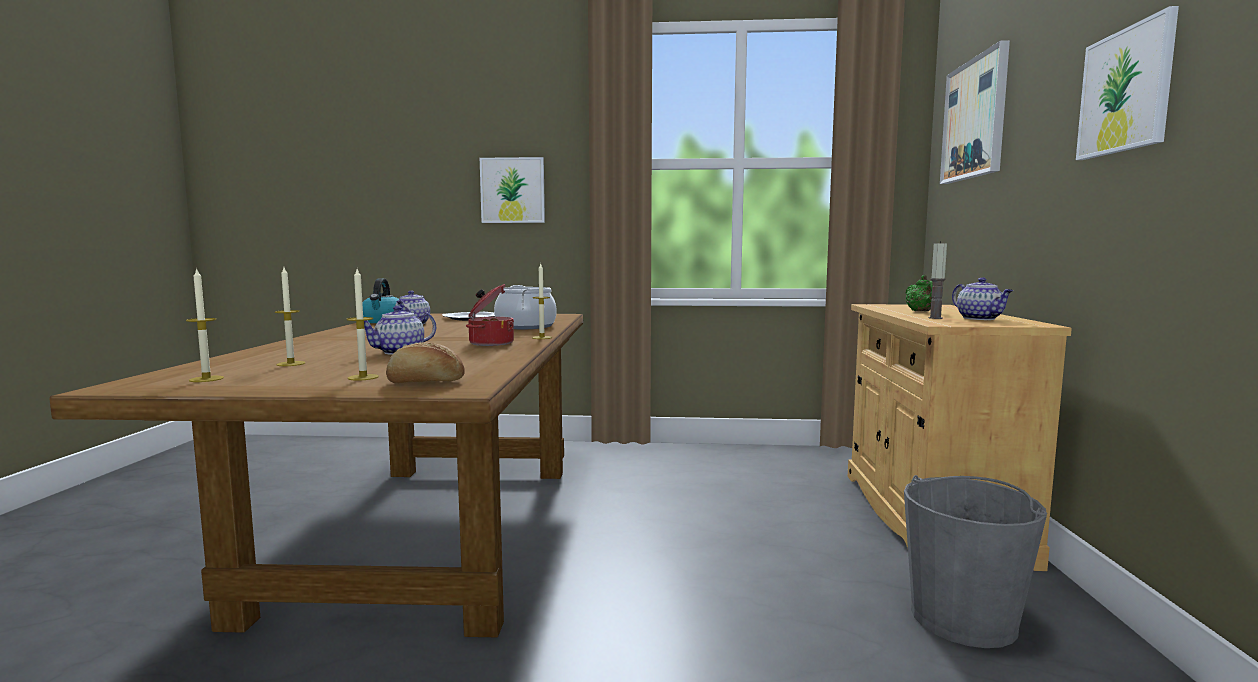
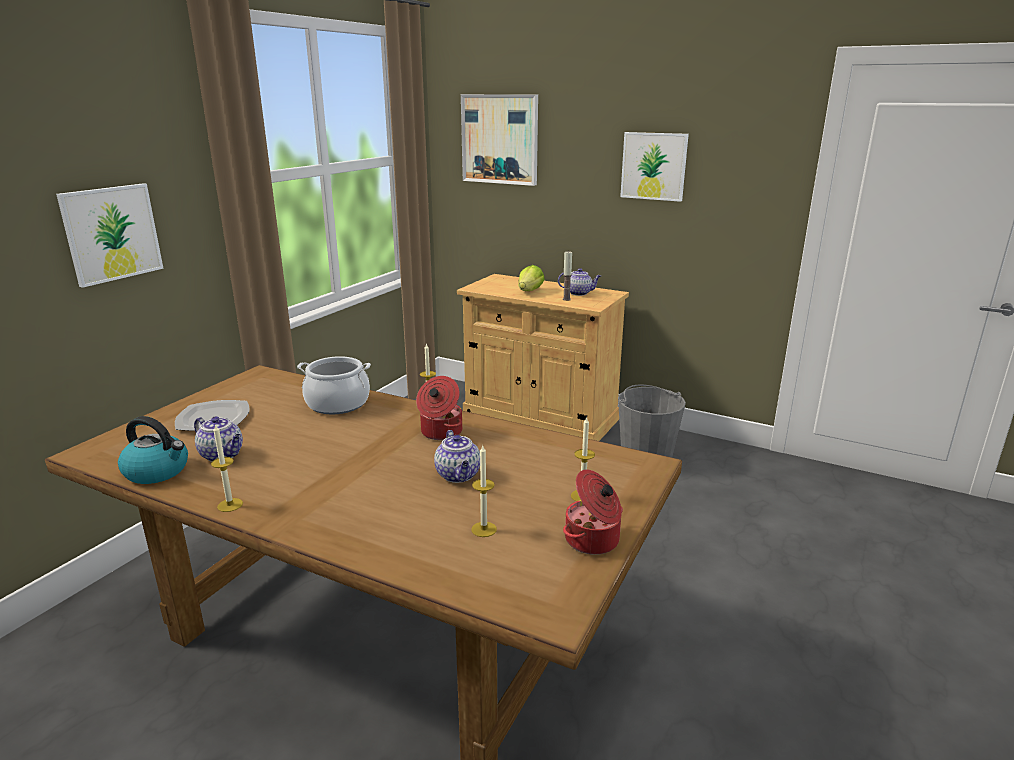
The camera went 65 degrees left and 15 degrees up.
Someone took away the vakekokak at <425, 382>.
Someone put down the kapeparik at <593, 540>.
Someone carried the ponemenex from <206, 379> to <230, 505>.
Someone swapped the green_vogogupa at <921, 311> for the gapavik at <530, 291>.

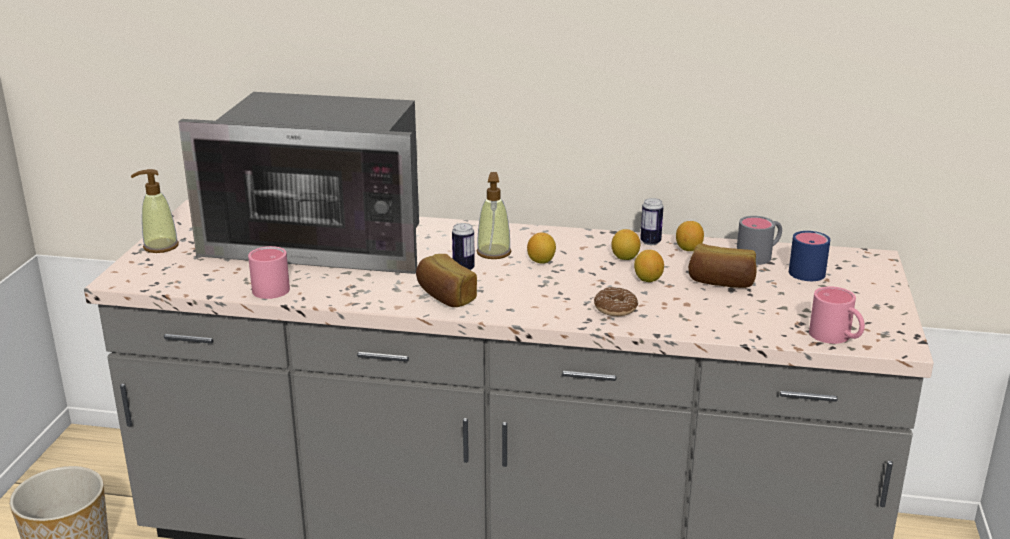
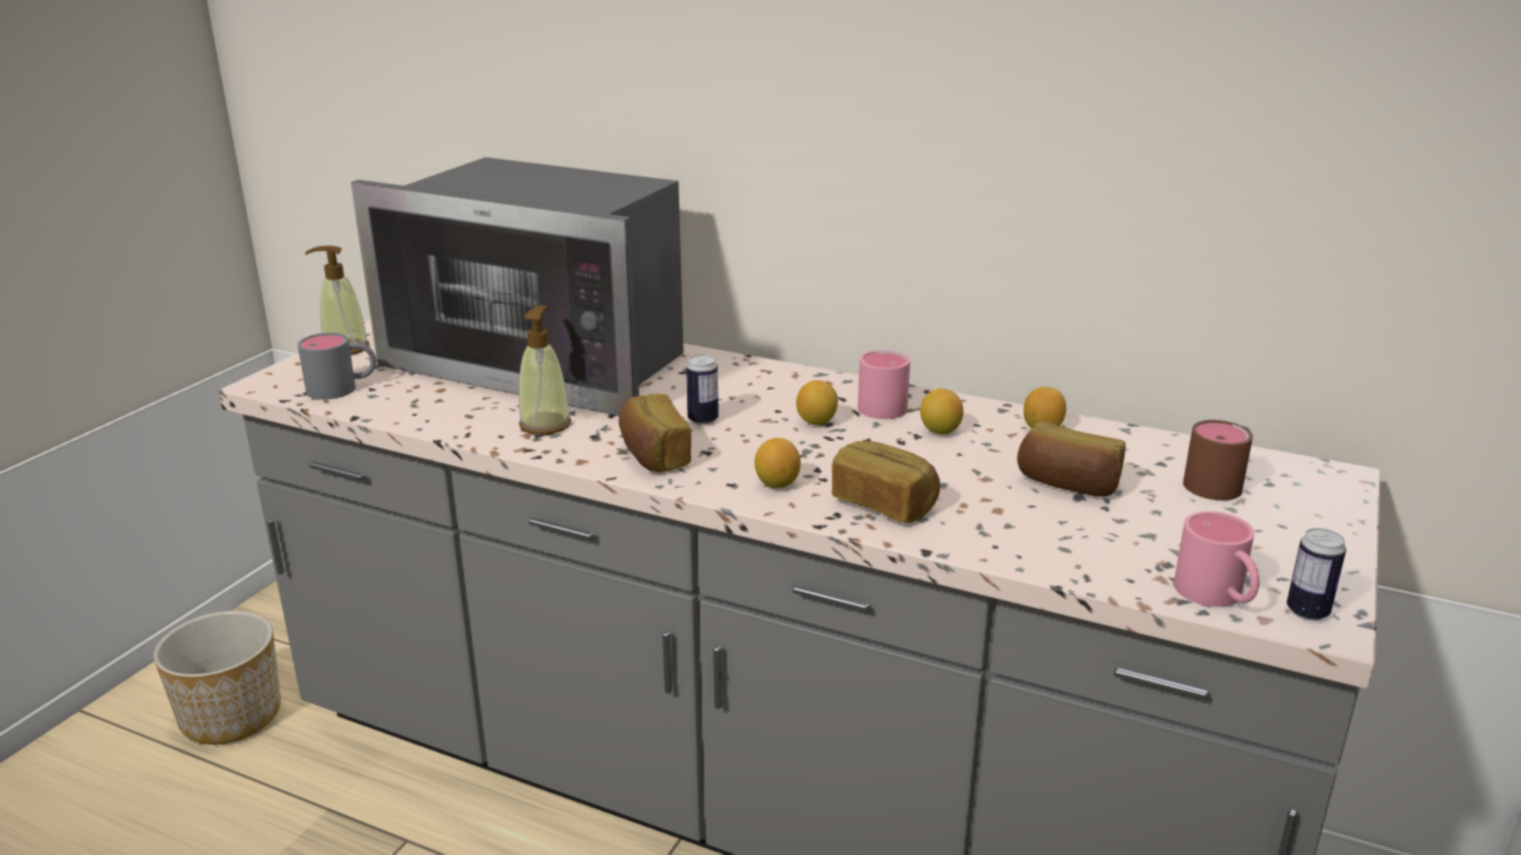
The camera went 15 degrees right and 0 degrees up.
Someone carried the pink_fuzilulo from <268, 286> to <879, 403>.
Someone carried the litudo from <493, 252> to <545, 424>.
Someone carried the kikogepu from <647, 279> to <777, 483>.
Someone carried the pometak from <650, 242> to <1307, 612>.
Someone carried the grey_fuzilulo from <760, 255> to <343, 388>.
Someone swapped the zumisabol at <615, 308> for the vakekokak at <884, 503>.
Someone repainted the blue_fuzilulo at <810, 270>, which became the brown_fuzilulo at <1220, 482>.

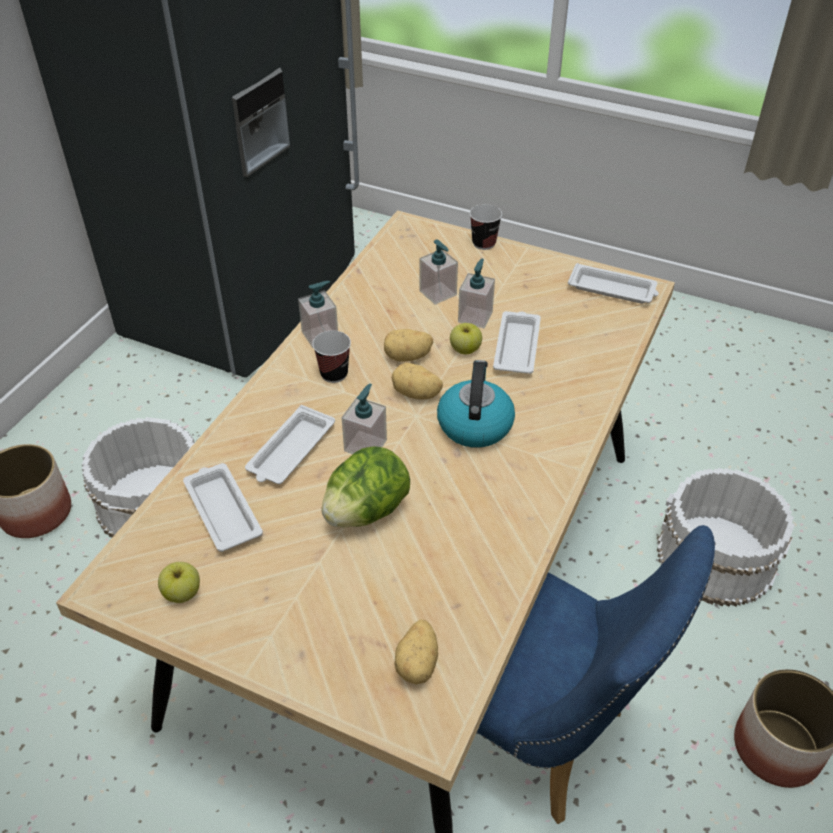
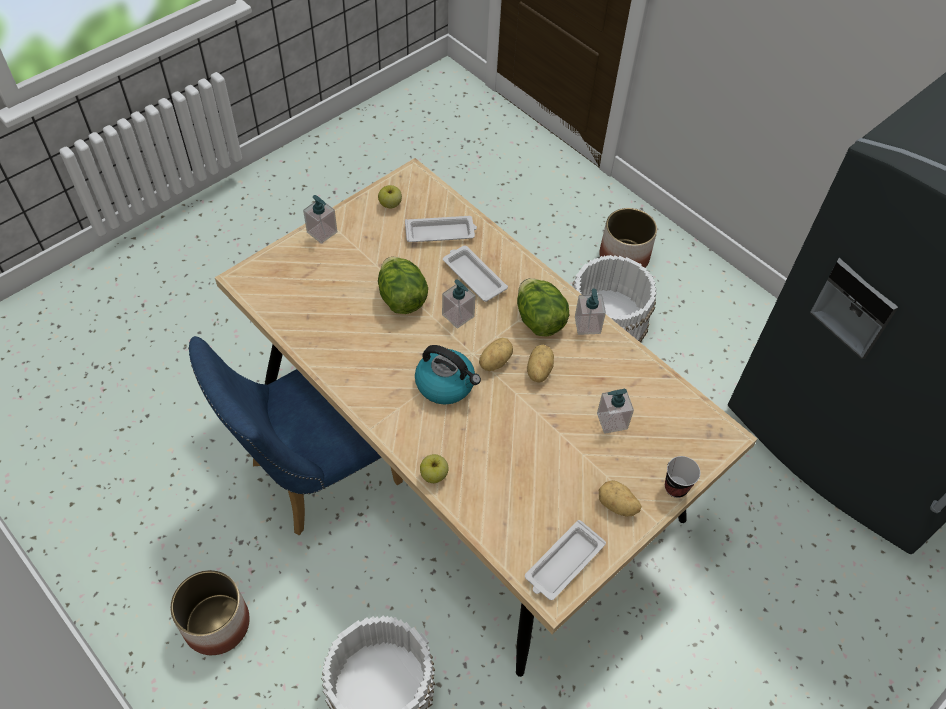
The camera went 110 degrees right and 10 degrees up.
Someone took away the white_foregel at <517, 346>.
Someone carried the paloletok from <418, 663> to <616, 506>.
Someone carried the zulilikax from <465, 349> to <434, 475>.
Someone carried the litudo from <475, 317> to <322, 232>.
Someone swapped the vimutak at <334, 374> for the gapavik at <539, 320>.

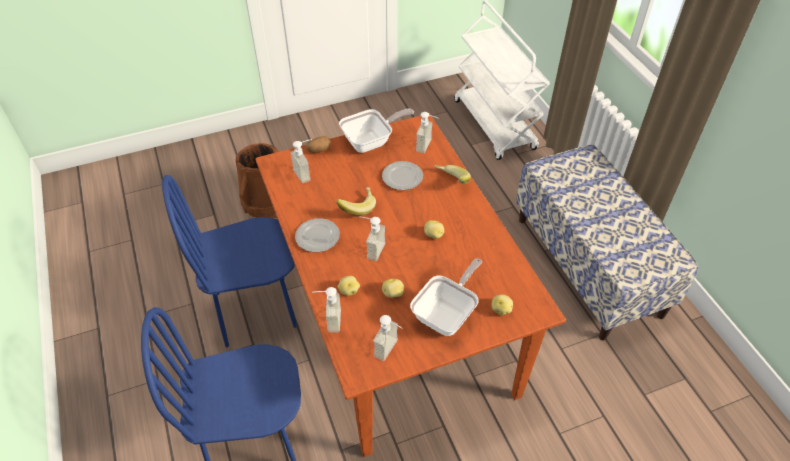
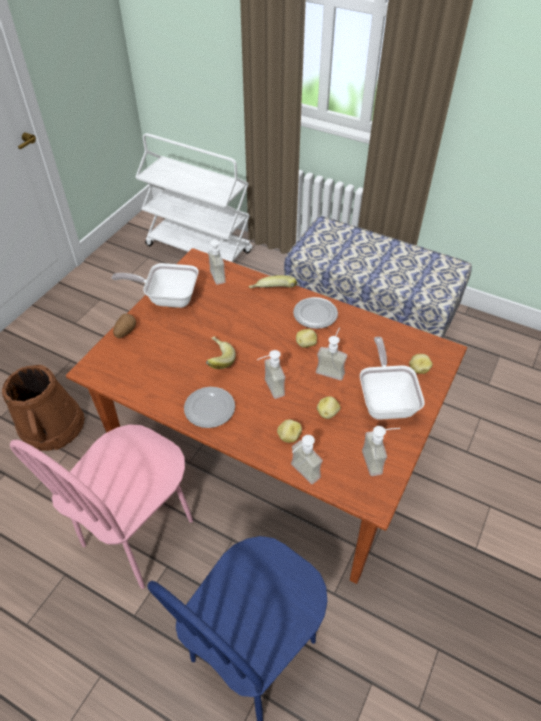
The camera went 40 degrees left and 0 degrees up.
Someone carried the litudo from <306, 173> to <331, 369>.
Someone carried the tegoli from <402, 177> to <314, 314>.
Someone repainted the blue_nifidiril at <255, 310>, which became the pink_nifidiril at <139, 533>.
Someone rotated the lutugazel at <371, 141> by 105 degrees counterclockwise.

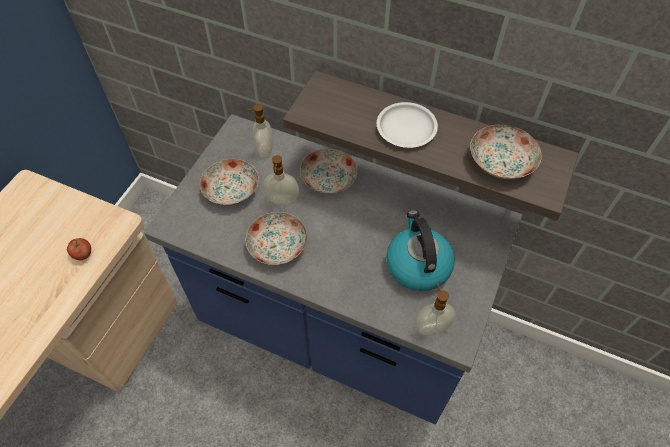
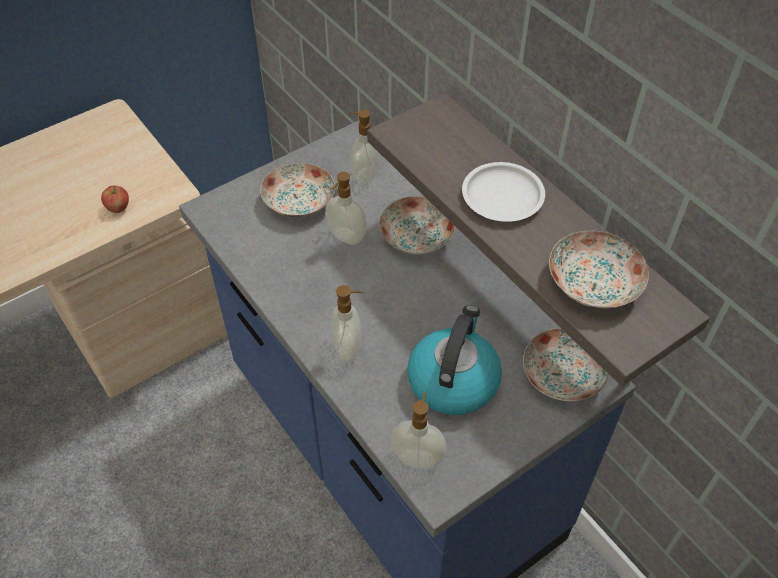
The camera went 30 degrees right and 5 degrees down.
Someone put down the litudo at <348, 348>.
Someone carried the tegoli from <278, 246> to <563, 376>.

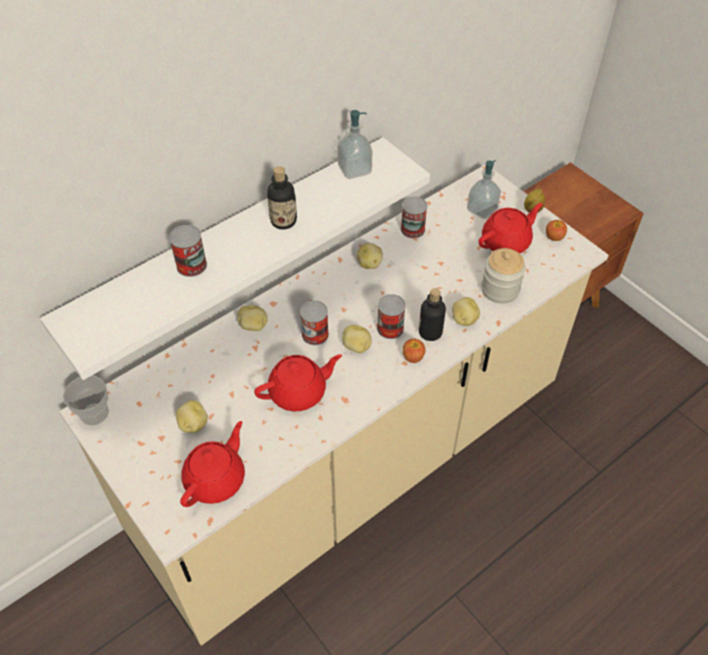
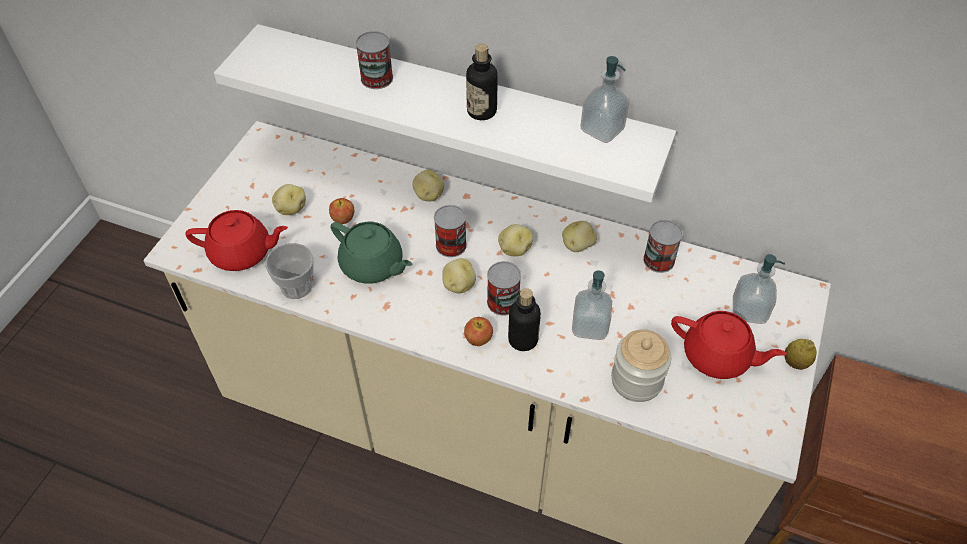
The camera went 60 degrees right and 0 degrees up.
Someone put down the litudo at <590, 326>.
Someone carried the vimutak from <94, 413> to <296, 286>.
Someone carried the paloletok from <463, 319> to <514, 249>.
Someone carried the zulilikax from <554, 237> to <343, 219>.
Someone repainted the red_vogogupa at <299, 392>, which became the green_vogogupa at <372, 266>.

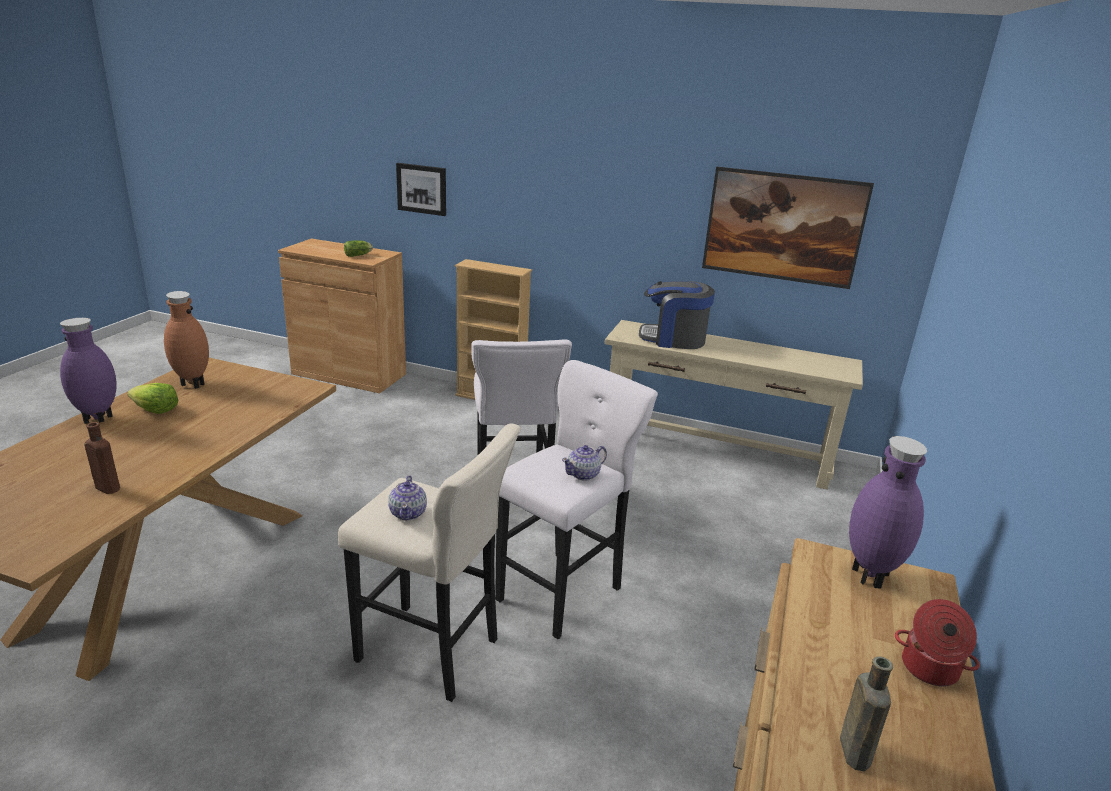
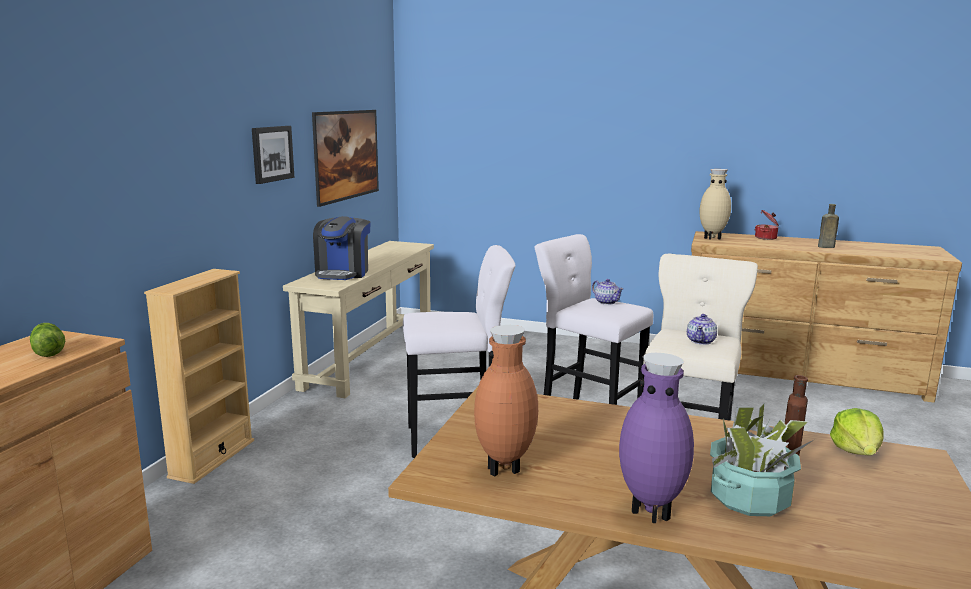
The camera went 90 degrees left and 10 degrees down.
Someone put down the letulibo at <749, 498>.
Someone carried the gapavik from <155, 410> to <857, 451>.
Someone carried the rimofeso from <422, 189> to <272, 153>.
Someone repainted the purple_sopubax at <871, 576>, which became the beige_sopubax at <712, 238>.
Someone rotated the vogogupa at <408, 513> by 120 degrees clockwise.

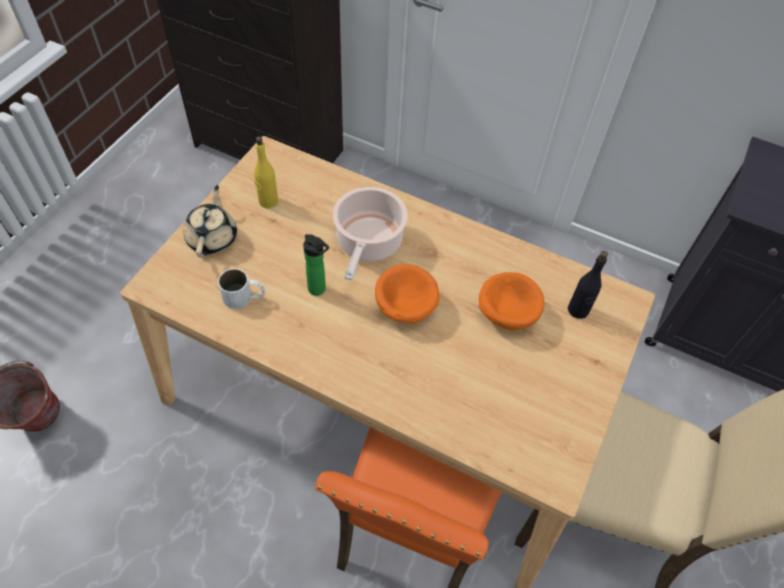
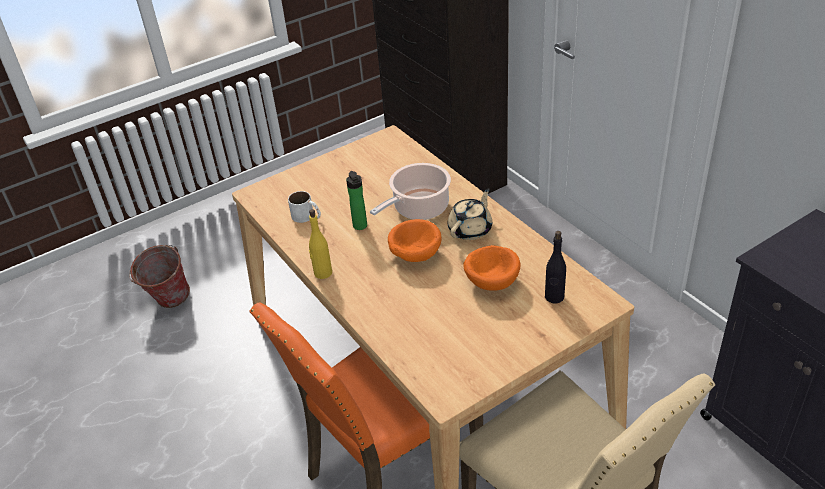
The camera went 35 degrees right and 15 degrees down.
Someone carried the beige_vogogupa from <213, 238> to <471, 229>.
Someone carried the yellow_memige from <268, 201> to <322, 273>.

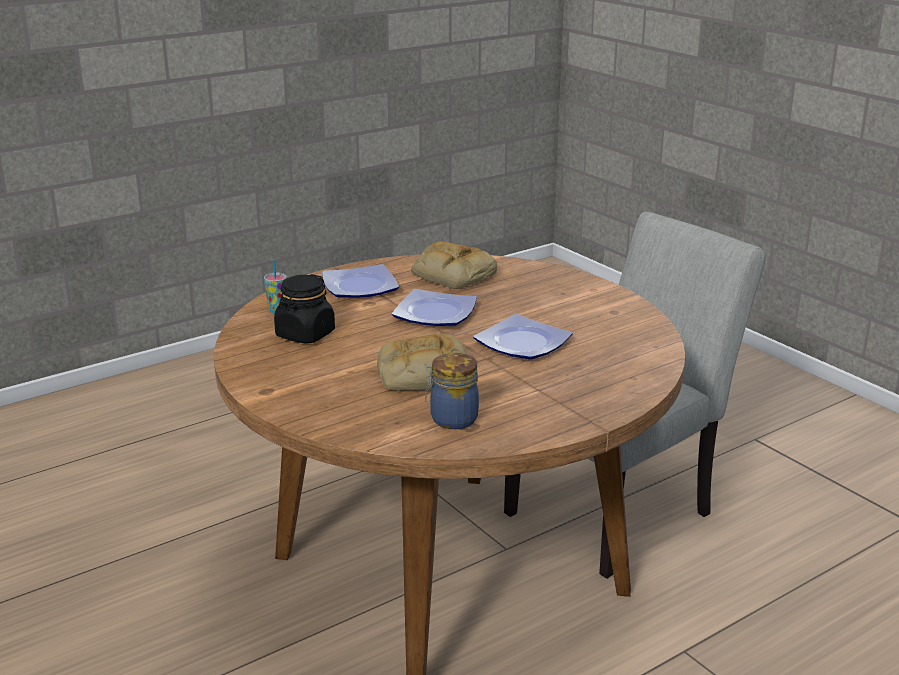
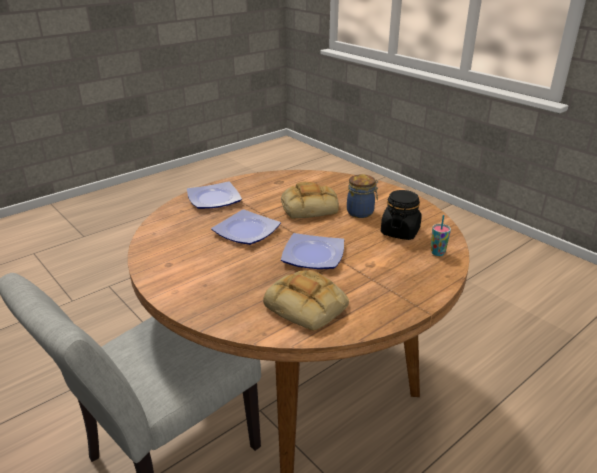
The camera went 175 degrees right and 5 degrees up.
Someone carried the tegoli from <361, 287> to <213, 199>.
Someone carried the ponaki from <451, 419> to <361, 212>.

